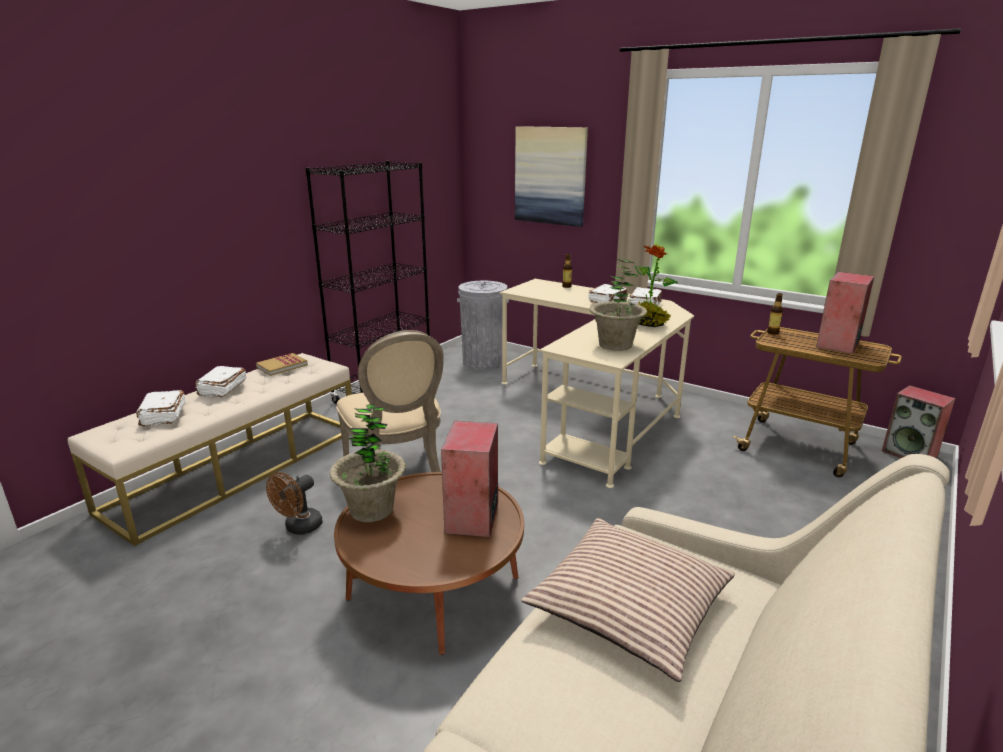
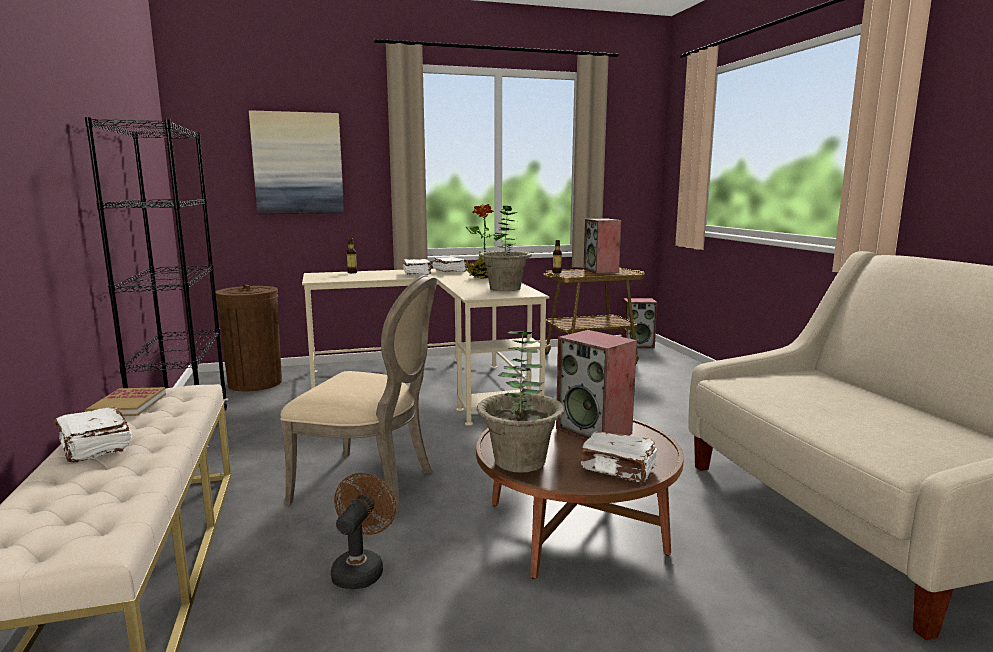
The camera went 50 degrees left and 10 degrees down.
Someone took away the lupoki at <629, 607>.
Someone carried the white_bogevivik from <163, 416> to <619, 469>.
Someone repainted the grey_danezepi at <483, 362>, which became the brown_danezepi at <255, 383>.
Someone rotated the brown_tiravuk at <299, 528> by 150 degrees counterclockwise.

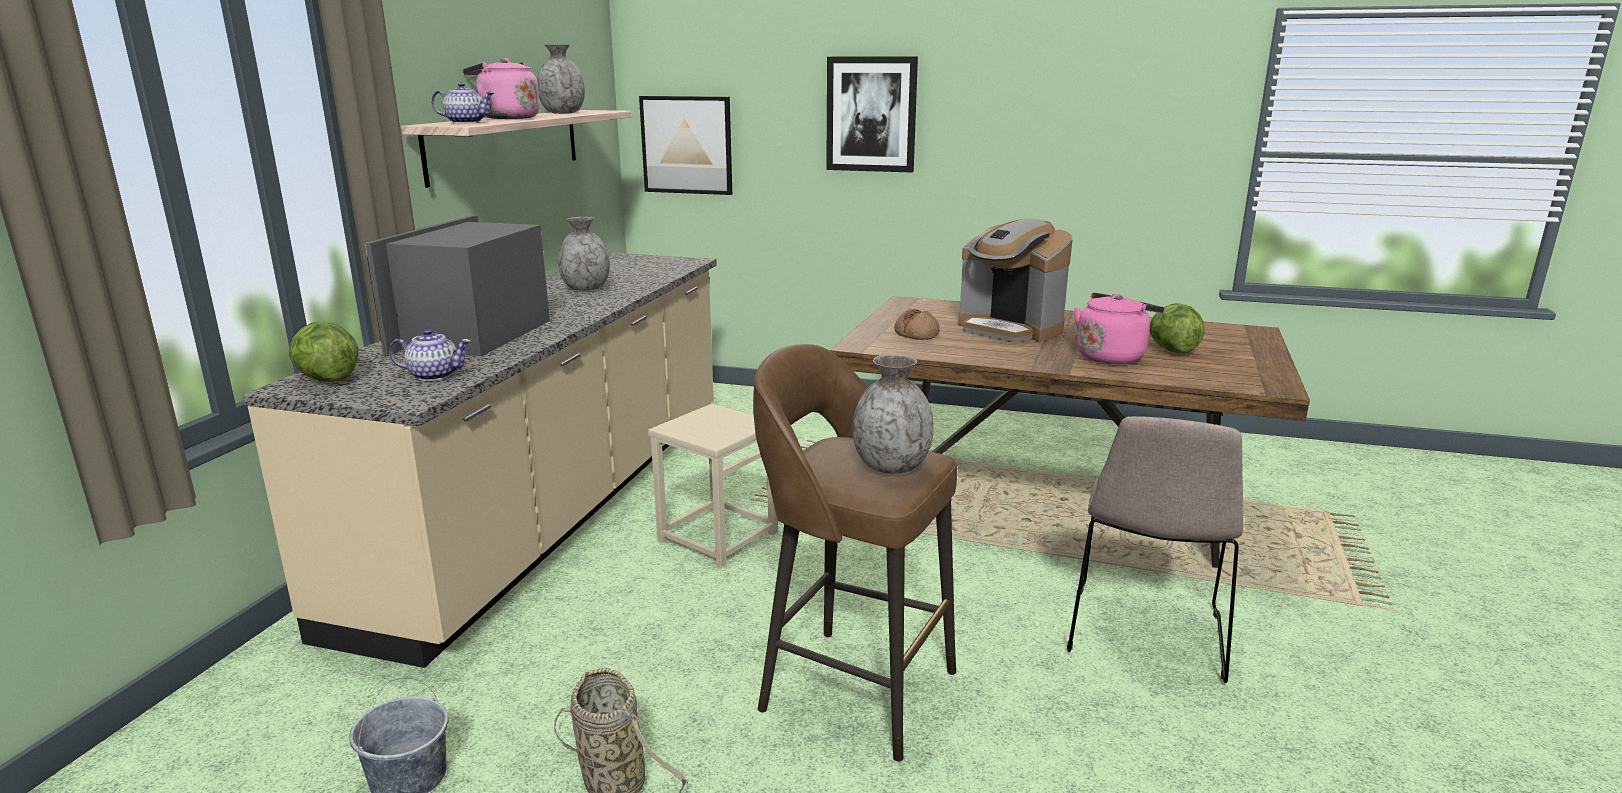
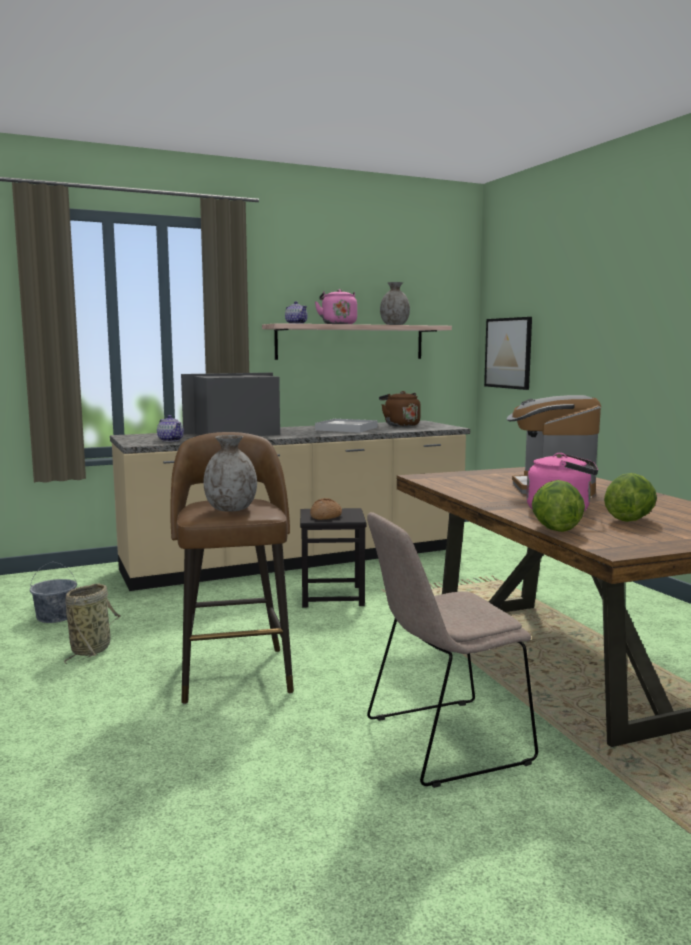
The camera went 50 degrees right and 10 degrees down.
Someone took away the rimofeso at <871, 114>.
Someone put down the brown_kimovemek at <400, 425>.
Someone carried the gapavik from <326, 380> to <554, 529>.
Someone carried the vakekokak from <917, 334> to <326, 516>.
Someone swapped the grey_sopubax at <585, 288> for the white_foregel at <346, 429>.
Someone repainted the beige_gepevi at <717, 536>, which became the black_gepevi at <332, 596>.

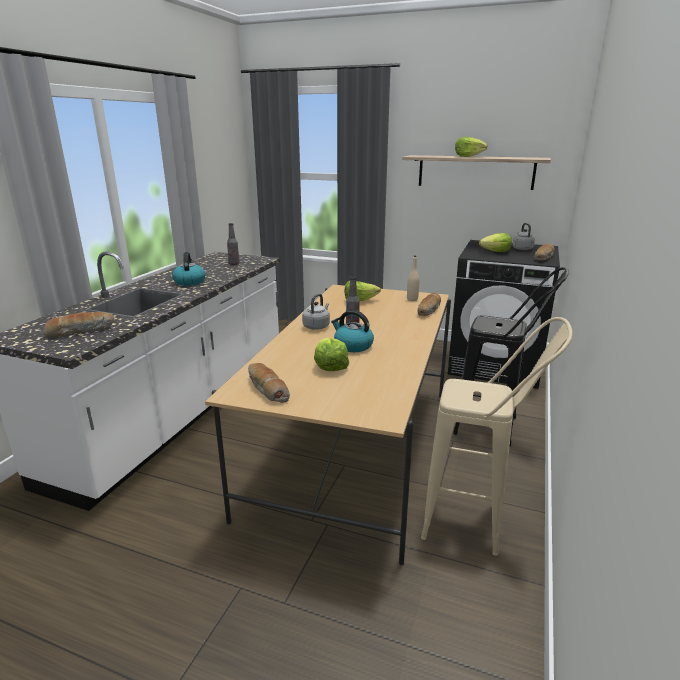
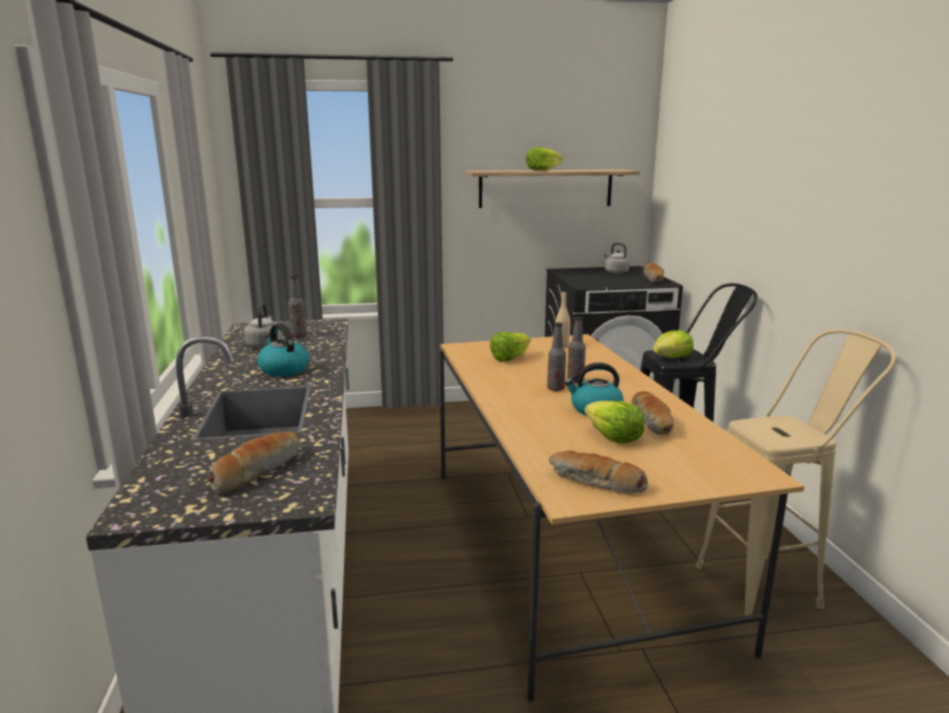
The camera went 30 degrees left and 5 degrees down.
Someone put down the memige at <575, 381>.
Someone carried the grey_kimovemek from <317, 326> to <264, 345>.
Someone carried the vakekokak from <429, 310> to <652, 421>.
Someone carried the gapavik from <496, 252> to <671, 358>.

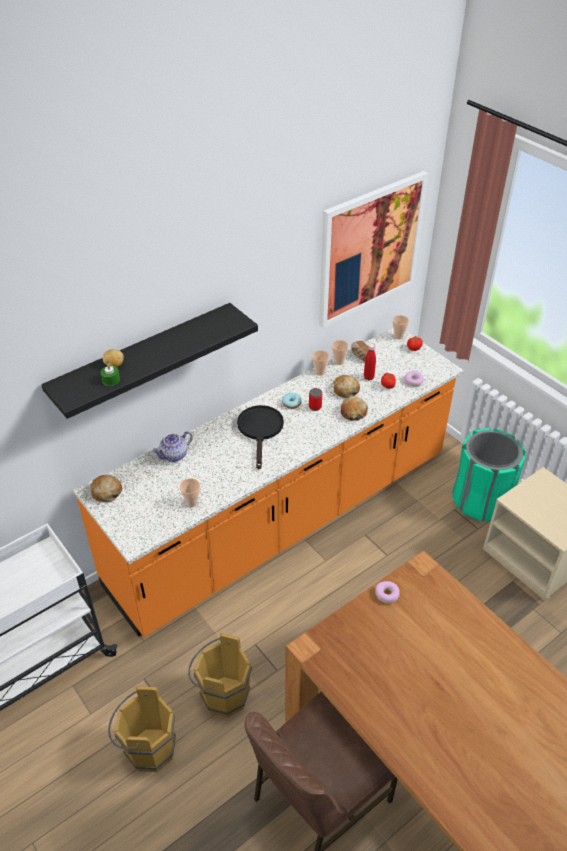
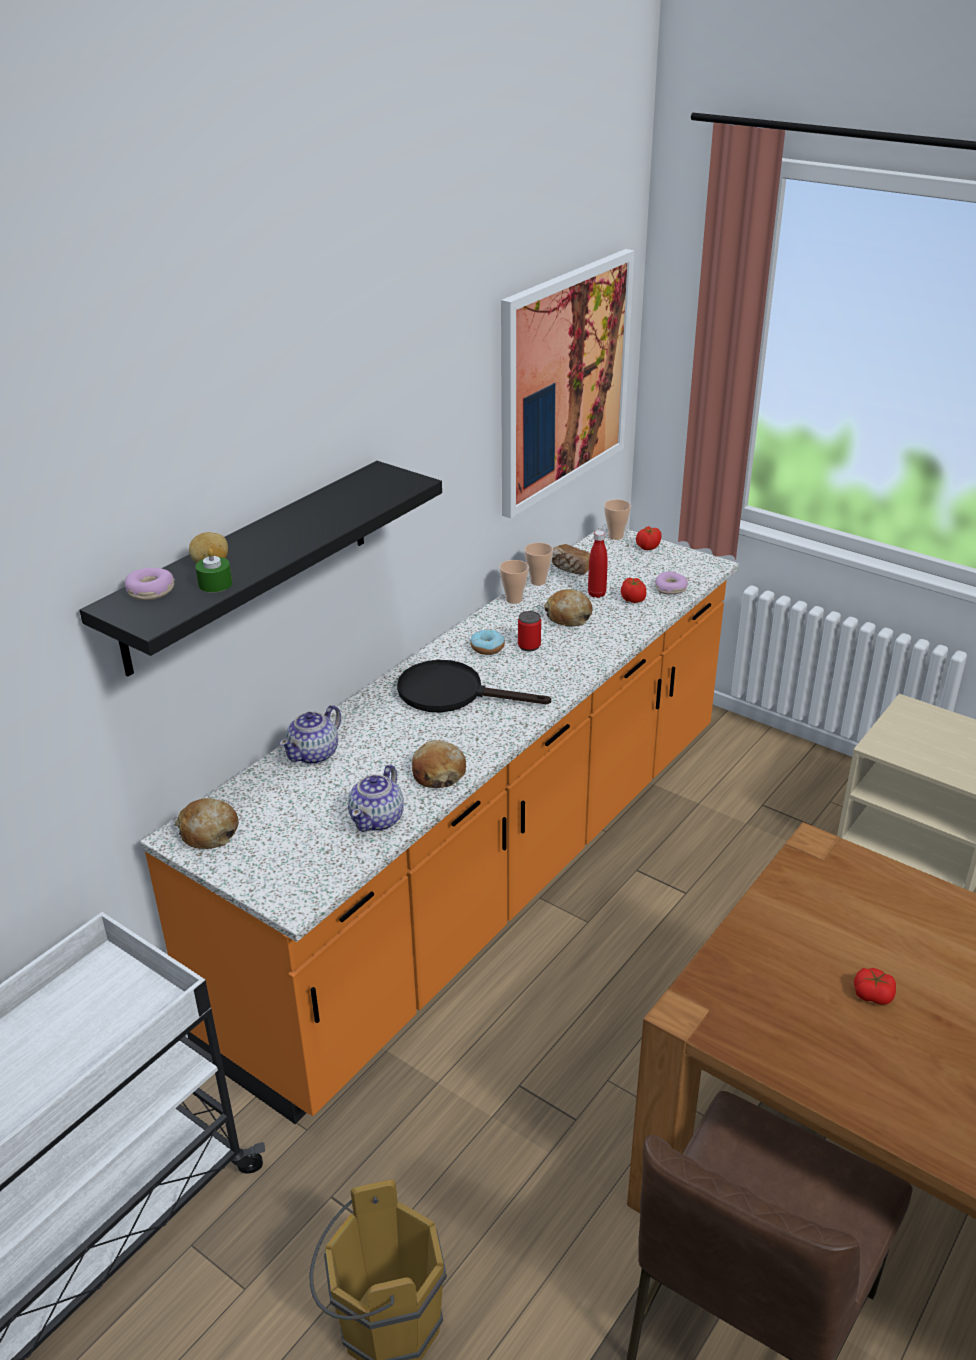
The camera went 15 degrees left and 10 degrees down.
Someone took away the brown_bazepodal at <221, 695>.
Someone took away the green_danezepi at <481, 500>.
Someone put down the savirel at <872, 994>.
Someone carried the vakekokak from <353, 412> to <438, 773>.
Someone carried the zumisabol from <387, 594> to <151, 591>.
Someone swapped the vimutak at <191, 503> for the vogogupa at <378, 819>.
Someone rotated the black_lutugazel at <260, 430> by 60 degrees counterclockwise.

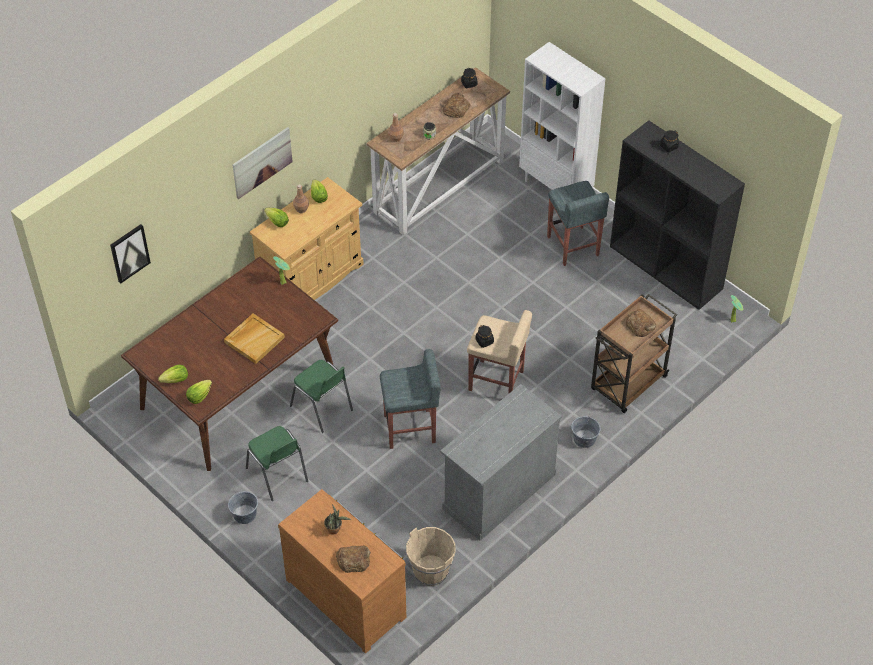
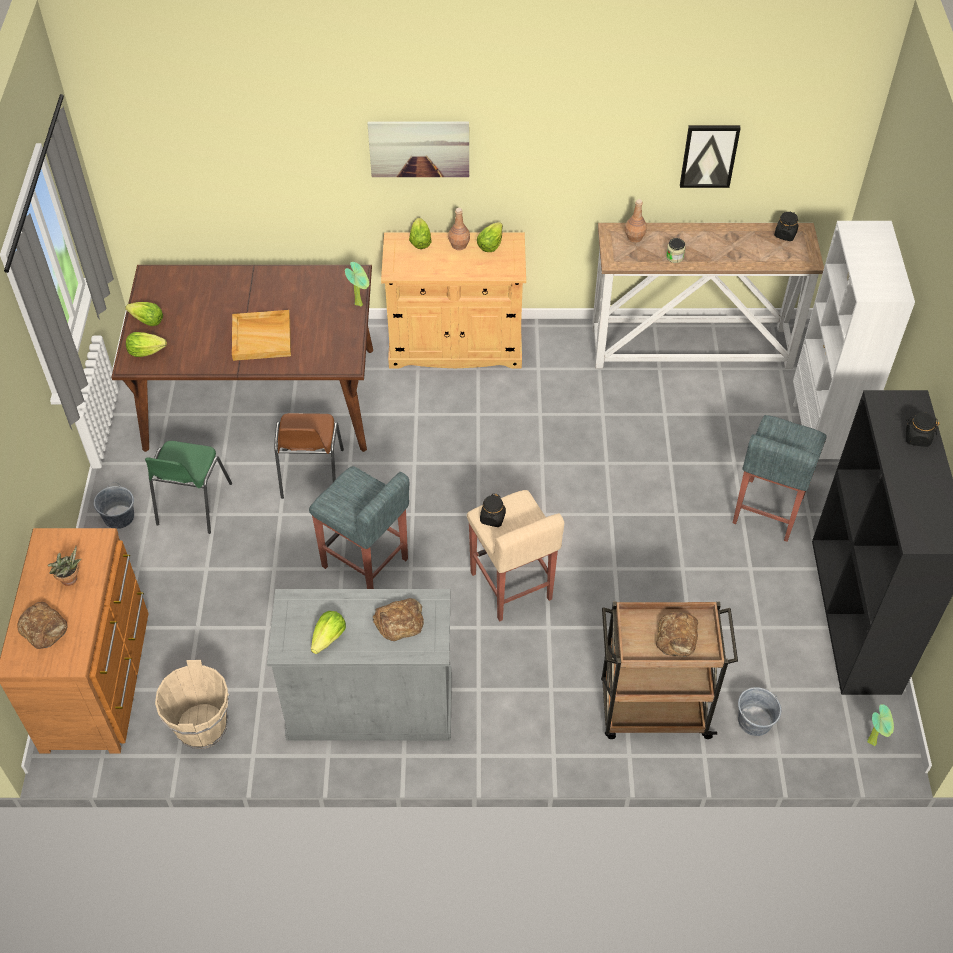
The camera went 45 degrees right and 0 degrees up.
Someone put down the gapavik at <329, 638>.
Someone carried the rimofeso from <129, 253> to <709, 155>.
Someone carried the vakekokak from <456, 108> to <399, 622>.
Someone carried the grey_bazepodal from <584, 438> to <755, 721>.
Someone repainted the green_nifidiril at <322, 409>, which became the brown_nifidiril at <311, 475>.

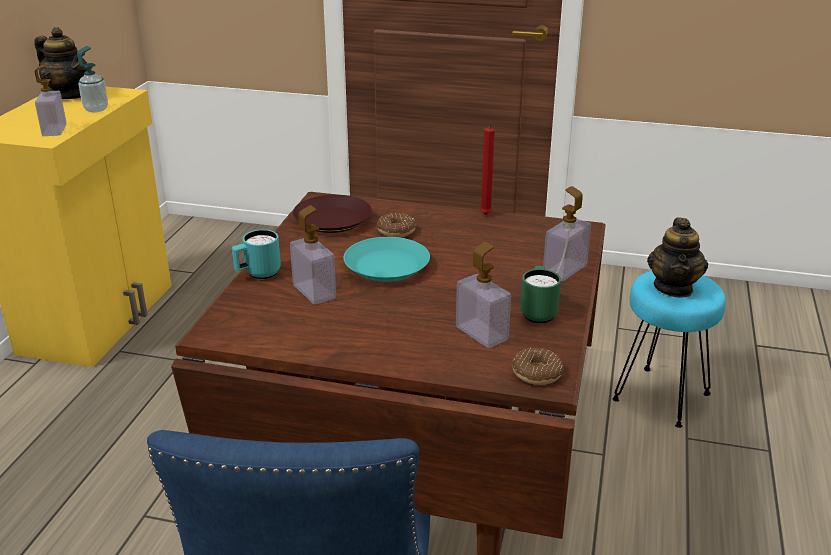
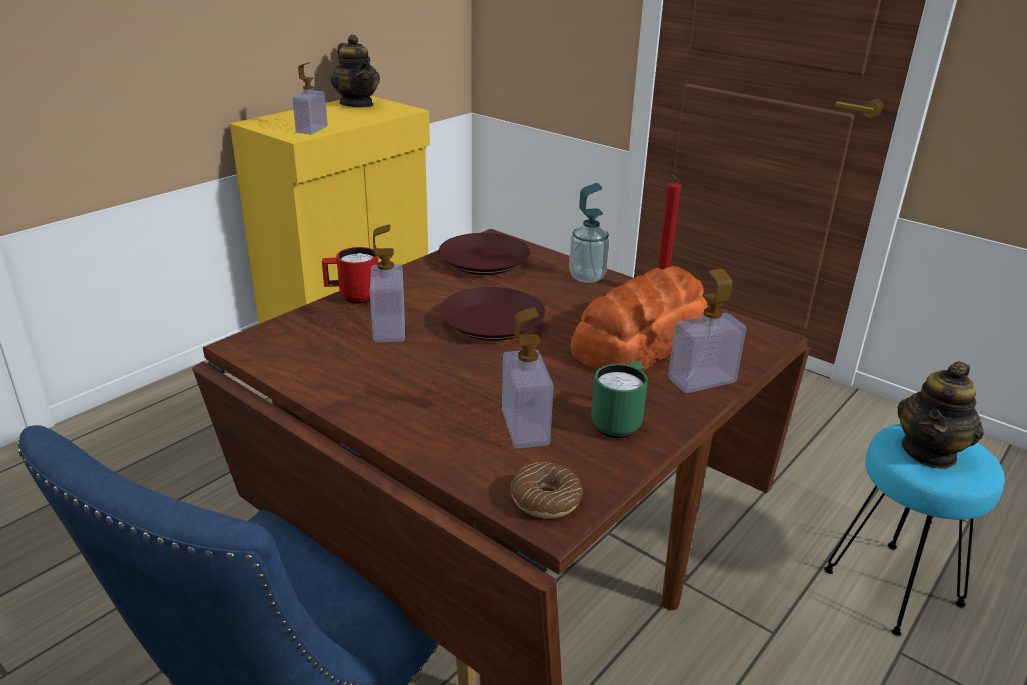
The camera went 25 degrees right and 0 degrees up.
Someone took away the zumisabol at <396, 231>.
Someone put down the vakekokak at <639, 340>.
Someone carried the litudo from <96, 109> to <587, 277>.
Someone repainted the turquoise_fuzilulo at <258, 274>, which became the red_fuzilulo at <353, 297>.
Someone repainted the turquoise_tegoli at <386, 266>, which became the brown_tegoli at <491, 322>.

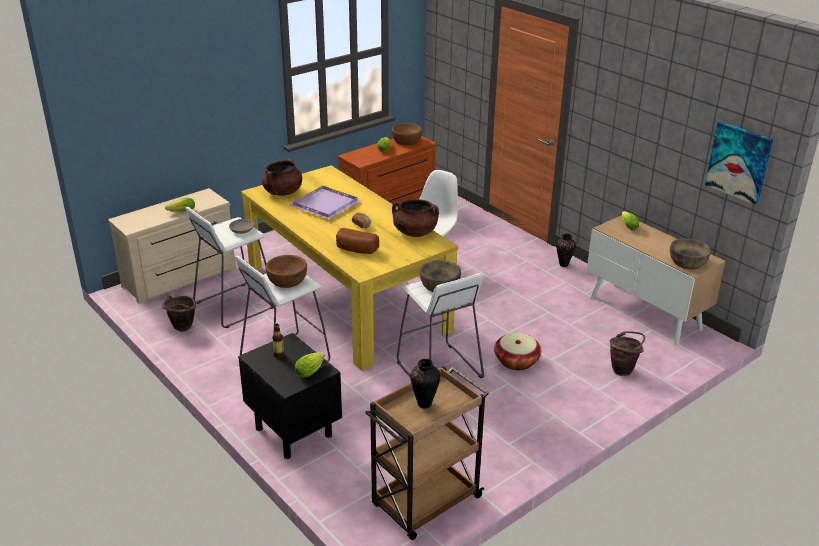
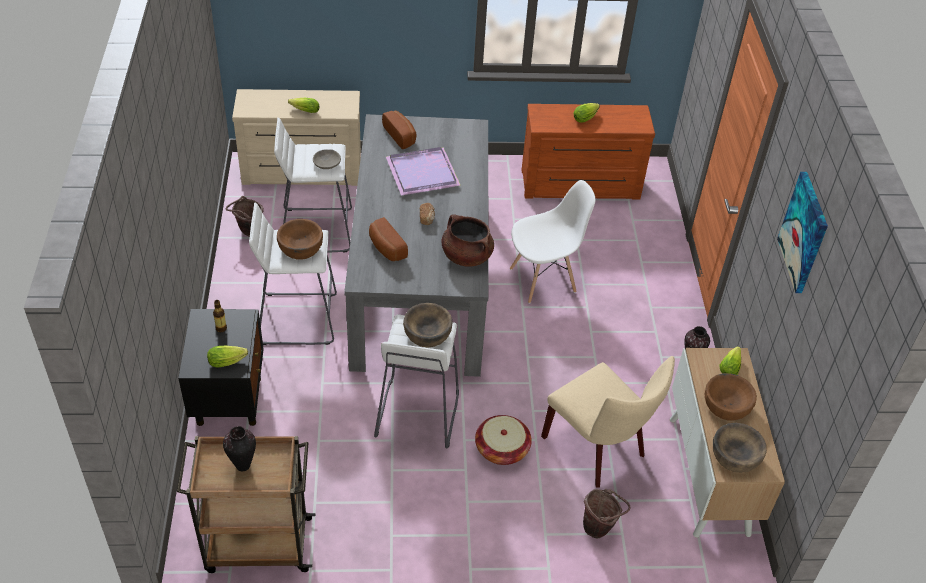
The camera went 35 degrees right and 15 degrees up.
Someone put down the beige_nifidiril at <599, 449>.
Someone carried the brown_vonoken from <406, 140> to <726, 405>.
Someone carried the rimofeso from <739, 162> to <804, 232>.
Someone swapped the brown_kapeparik at <283, 192> for the vakekokak at <401, 135>.
Someone repainted the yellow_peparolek at <346, 299>, which became the grey_peparolek at <420, 279>.

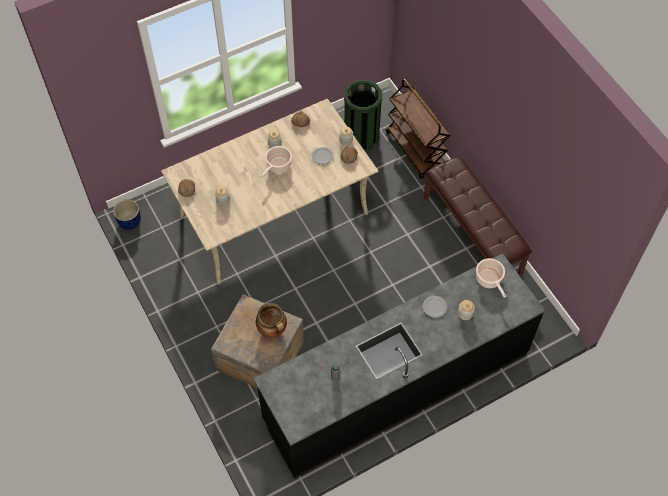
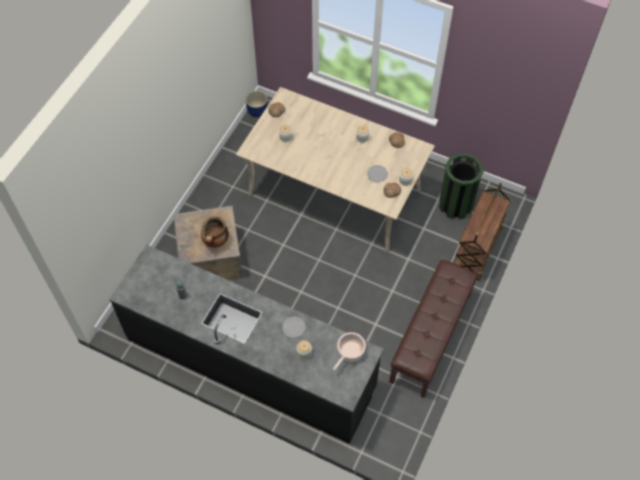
The camera went 55 degrees right and 0 degrees up.
Someone took away the kapeparik at <278, 166>.

